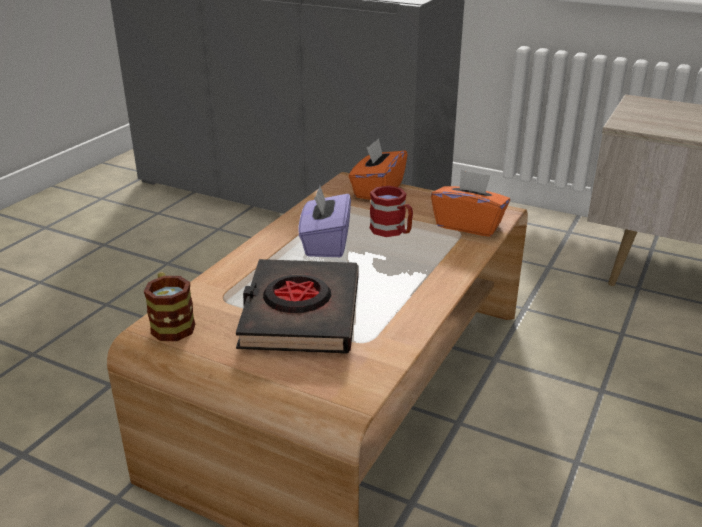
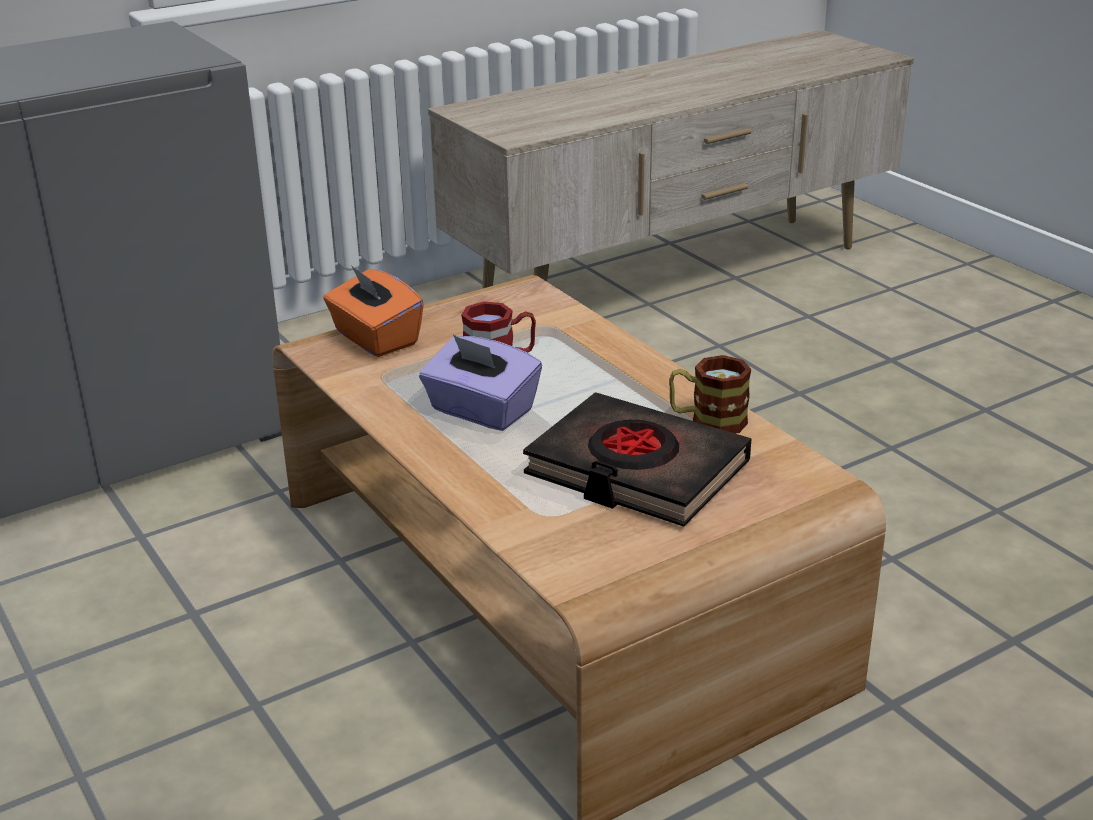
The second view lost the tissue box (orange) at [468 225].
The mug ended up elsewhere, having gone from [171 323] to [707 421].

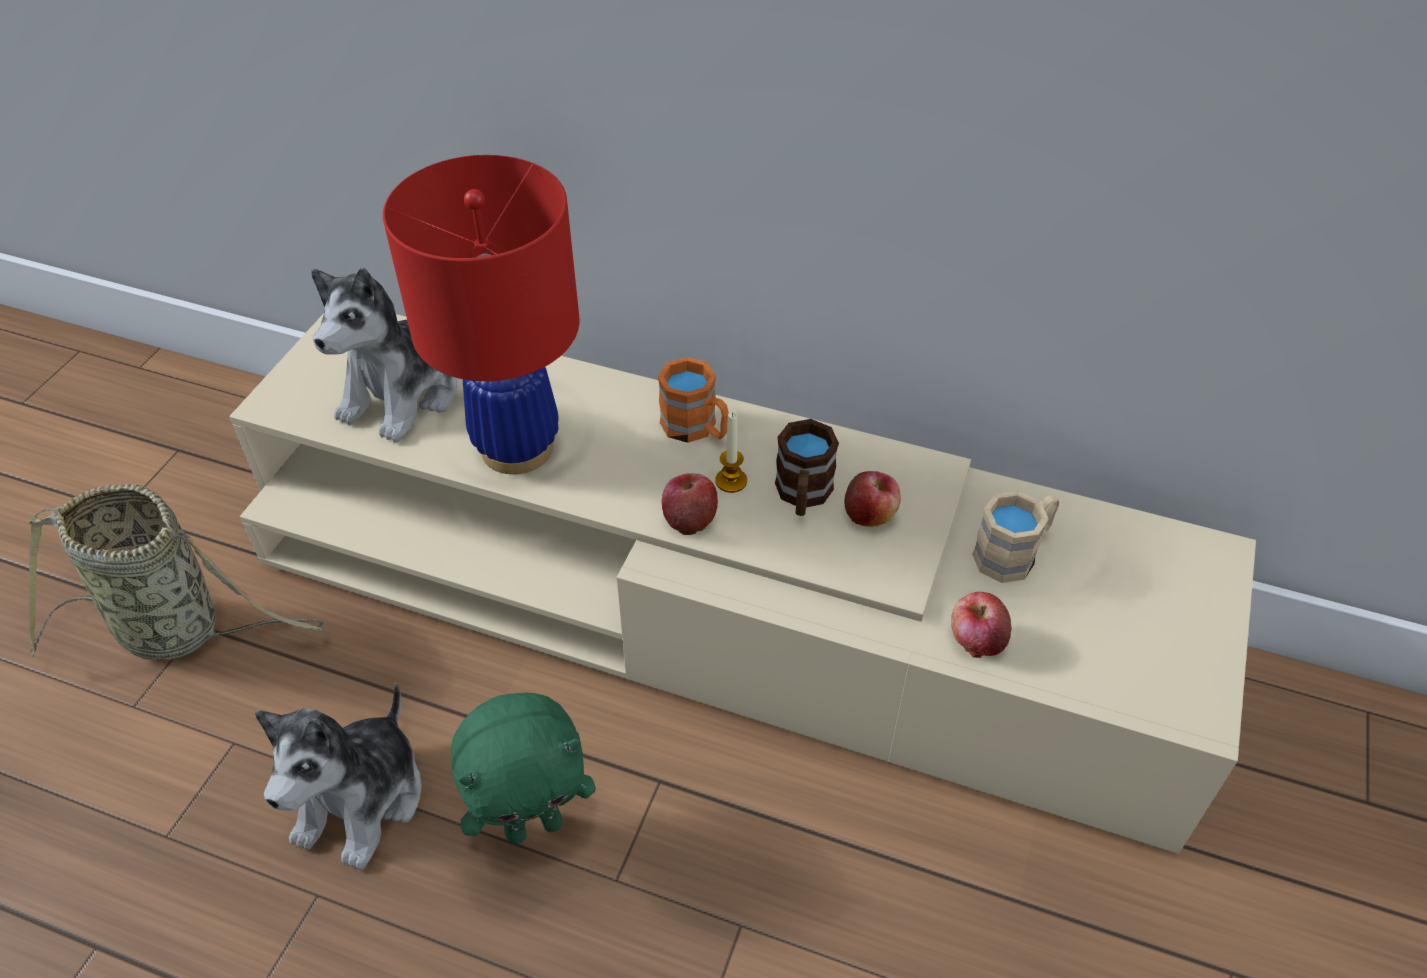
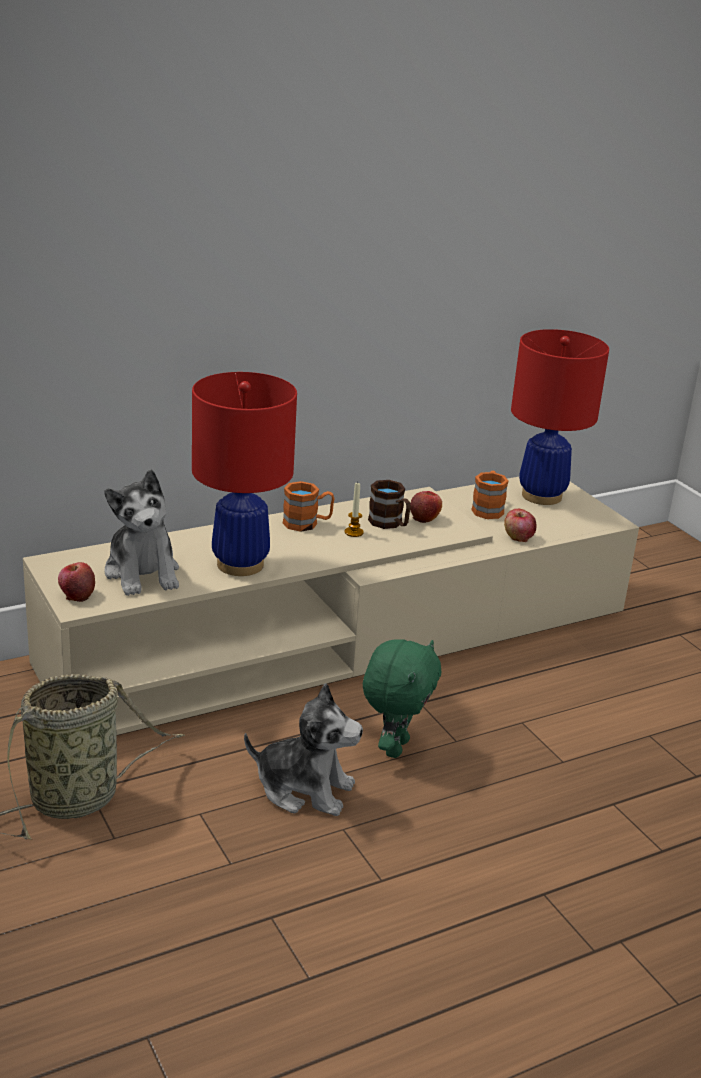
The second view gained the table lamp (red) at [542 496].
The apple ended up elsewhere, having gone from [689 518] to [77 594].
What was the mug (beige) at [1013 553] turned into the mug (orange) at [488 508].
The plush toy at [362 800] ended up facing another way, 45 degrees counterclockwise from before.

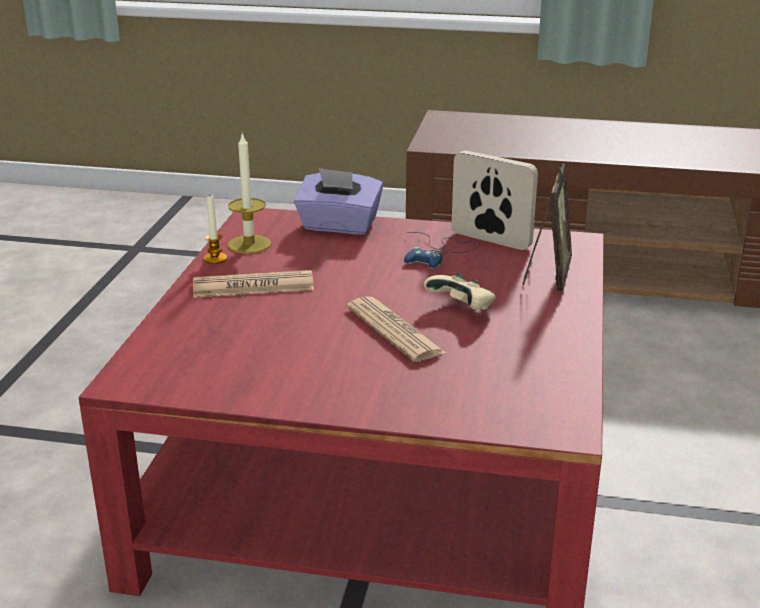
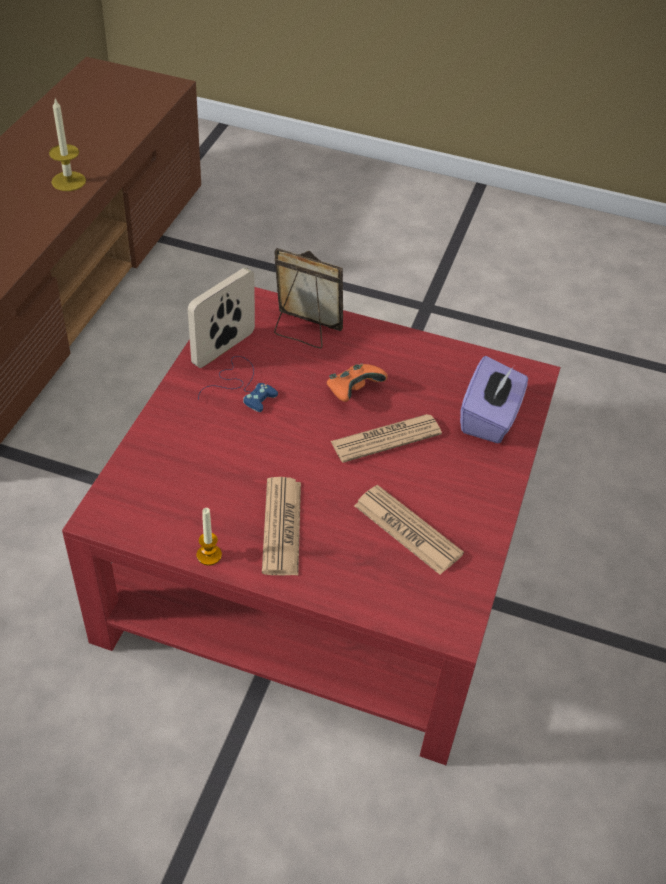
The second view gained the newspaper at [407 530].
The candle ended up elsewhere, having gone from [249 244] to [68 181].
The tissue box (purple) ended up elsewhere, having gone from [339 226] to [489 418].
What was the game controller (beige) at [462 308] turned into the game controller (orange) at [353 391].

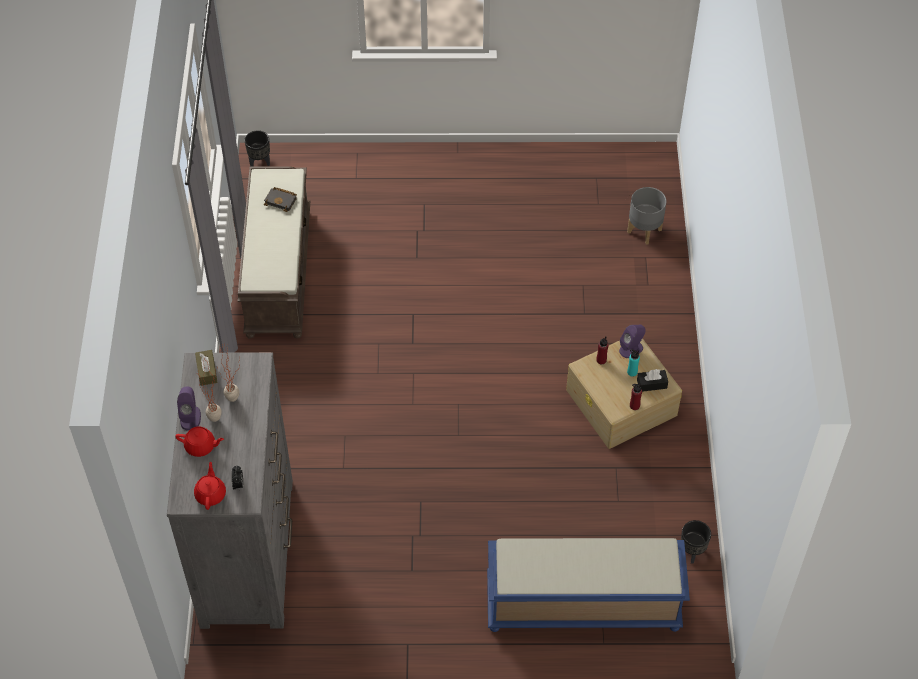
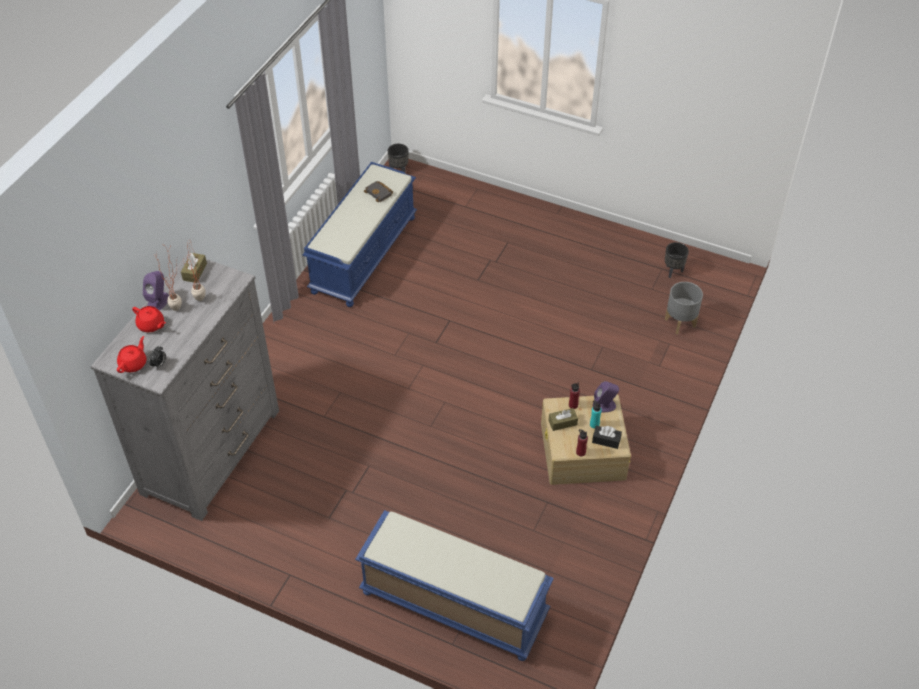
The second view gained the tissue box (brown) at [562 422].
The planter (black) ended up elsewhere, having gone from [691 552] to [672 271].
What was the bench (brown) at [277 272] turned into the bench (blue) at [363 253].

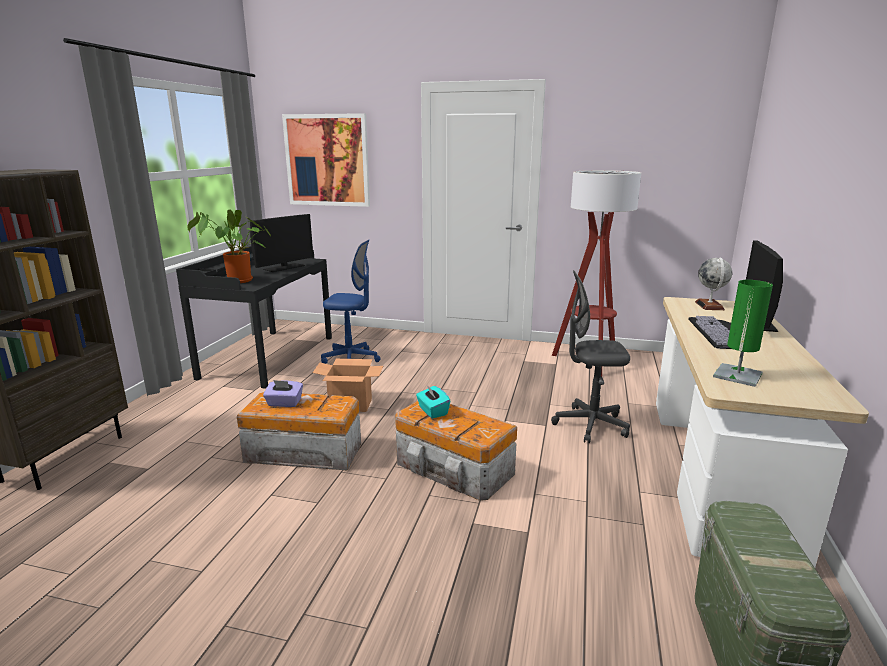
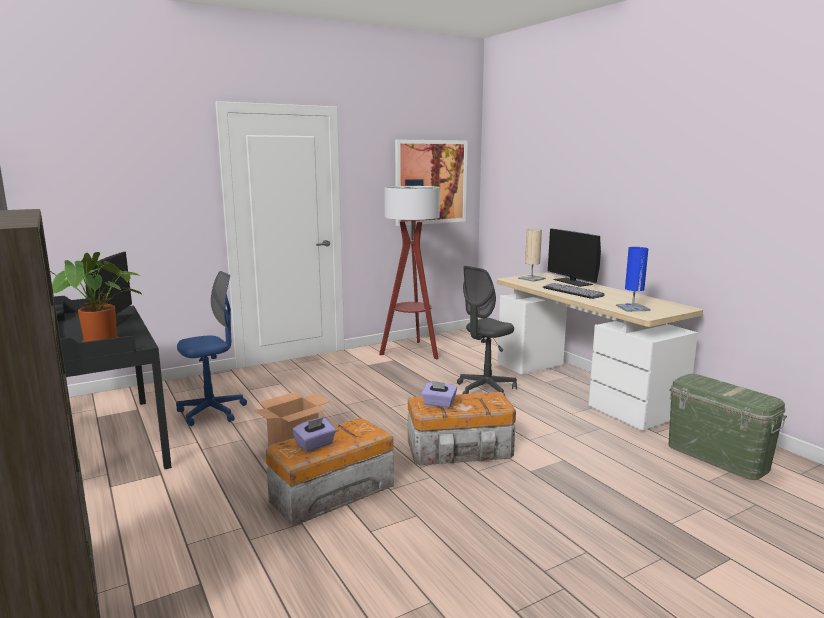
The picture ended up elsewhere, having gone from [327 160] to [431 182].
Where the globe stood at [709 306], the table lamp (beige) came to stand at [531 278].
What was the tissue box (turquoise) at [432 411] turned into the tissue box (purple) at [438 404].
What was the table lamp (green) at [737 375] turned into the table lamp (blue) at [632 308].

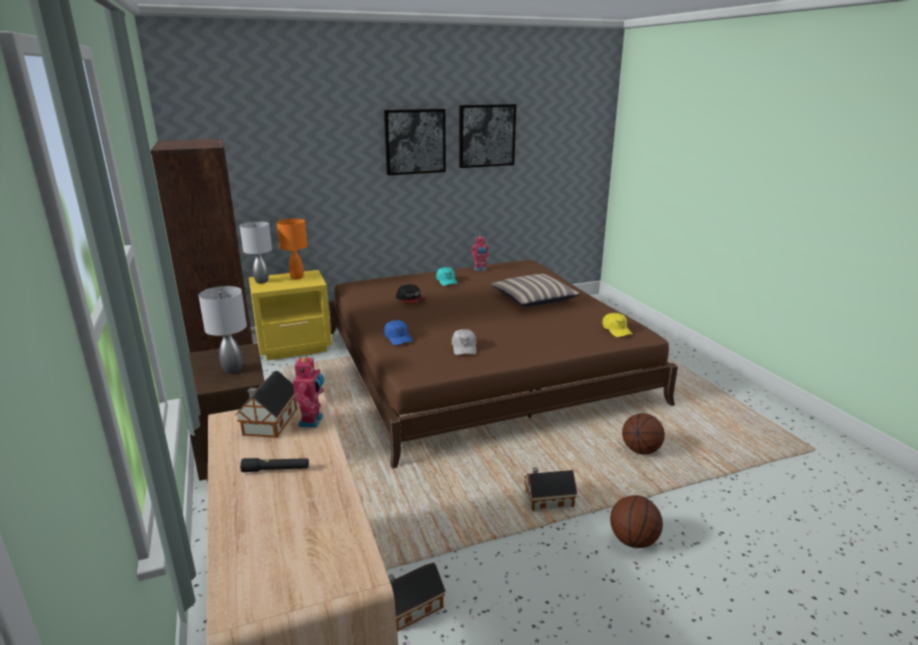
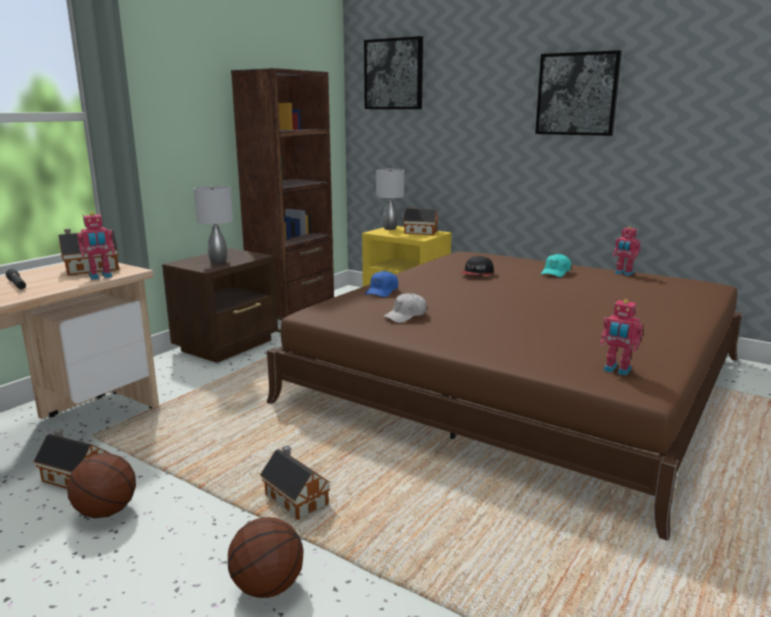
The second view lost the pillow at [534 299].
The picture ended up elsewhere, having gone from [486 135] to [394 74].
The basketball ended up elsewhere, having gone from [640 450] to [107 511].
Where the table lamp (orange) stood at [296 277], the toy house came to stand at [419 232].
Where the cap (yellow) stood at [616 330], the toy robot came to stand at [616 370].

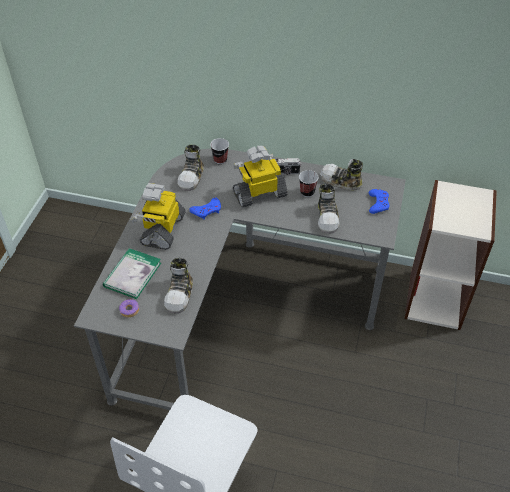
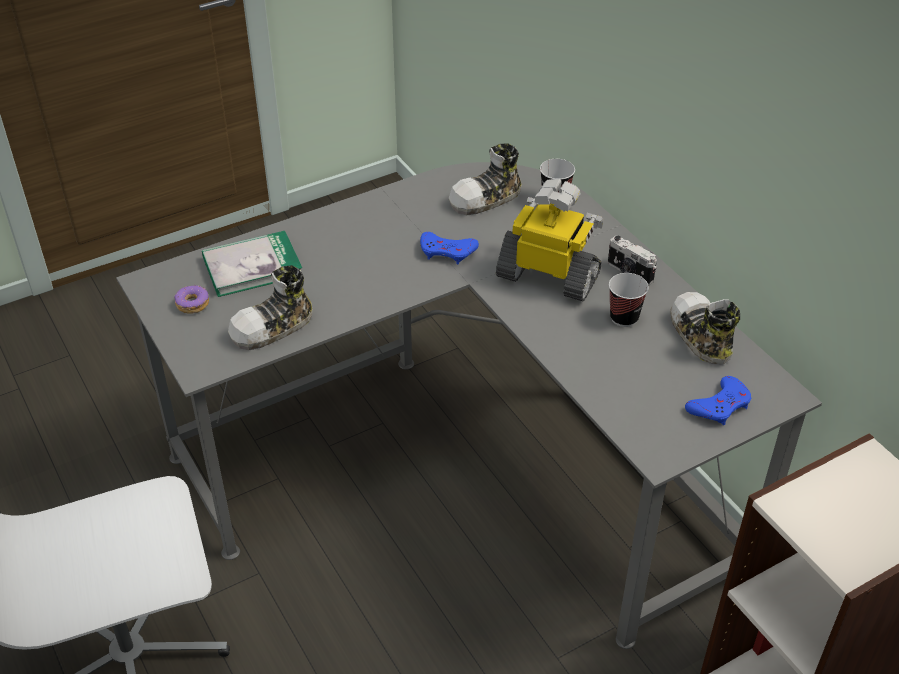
The second view lost the toy robot at [162 229].
The second view lost the shoe at [328 217].

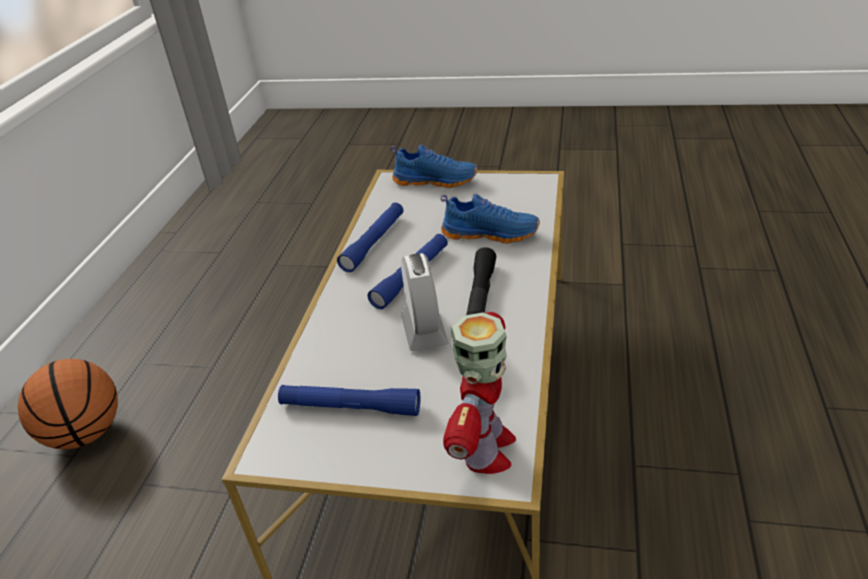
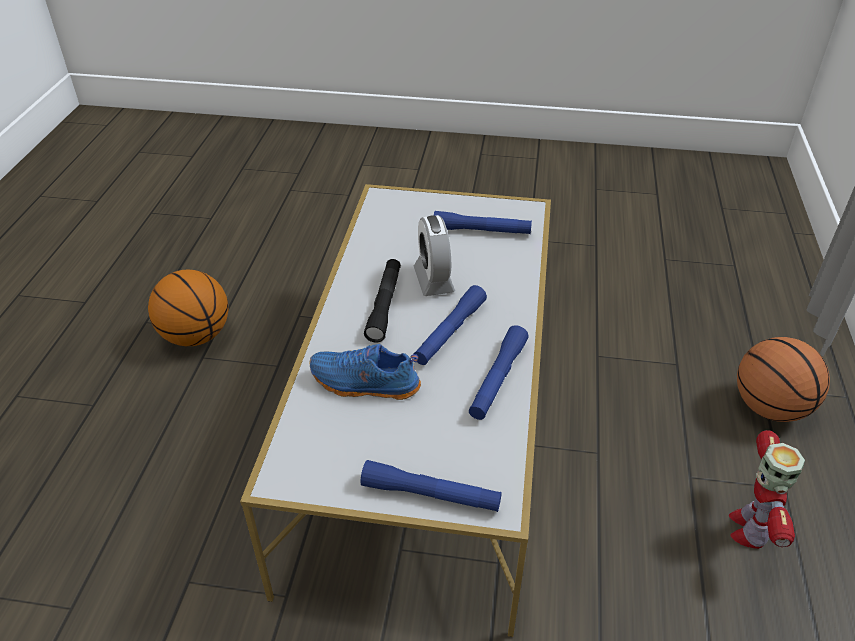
The second view gained the basketball at [196 335].
The toy robot ended up elsewhere, having gone from [487 450] to [749 527].
Where the shoe (blue) stood at [435 180], the flashlight (blue) came to stand at [430 494].

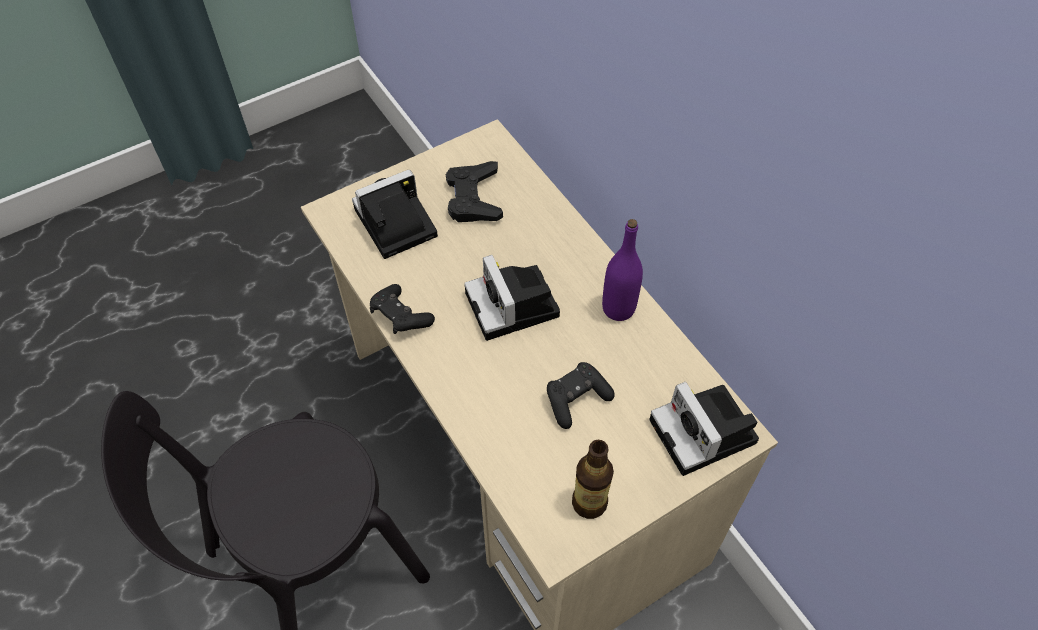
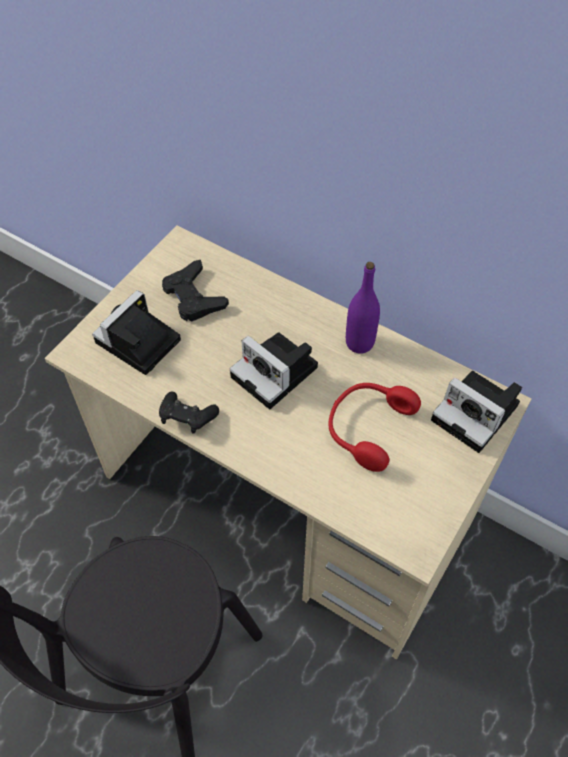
The second view lost the bottle at [589 503].
Where the game controller (black) stood at [576 399], the headphones (red) came to stand at [367 427].

